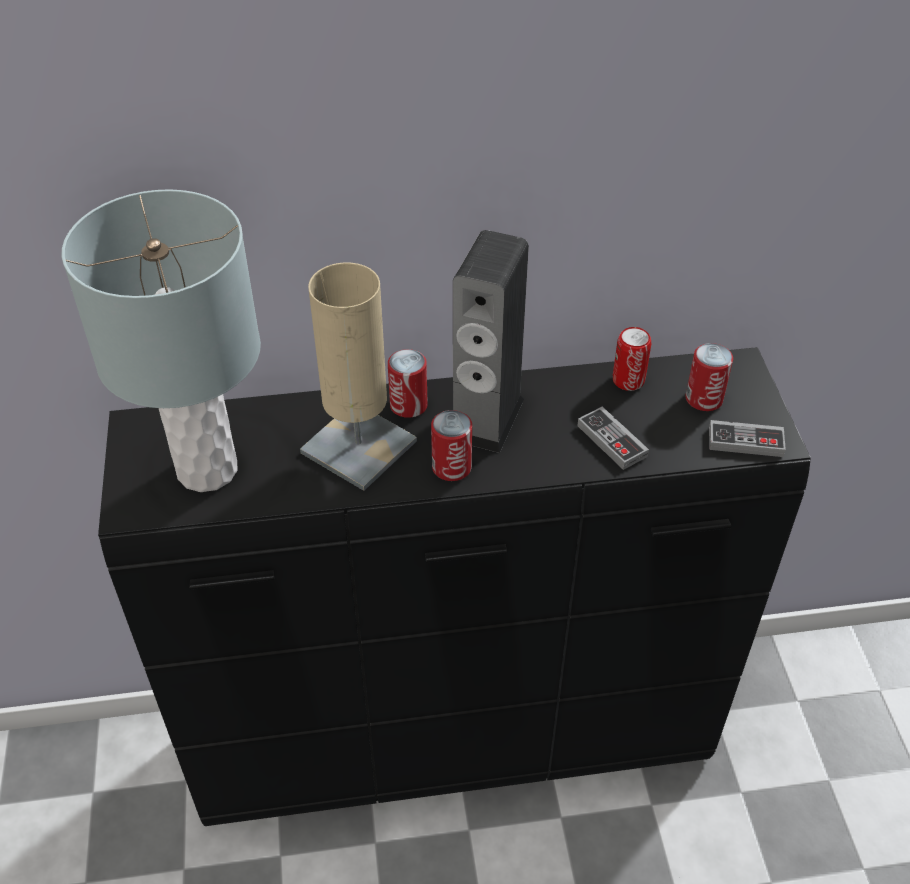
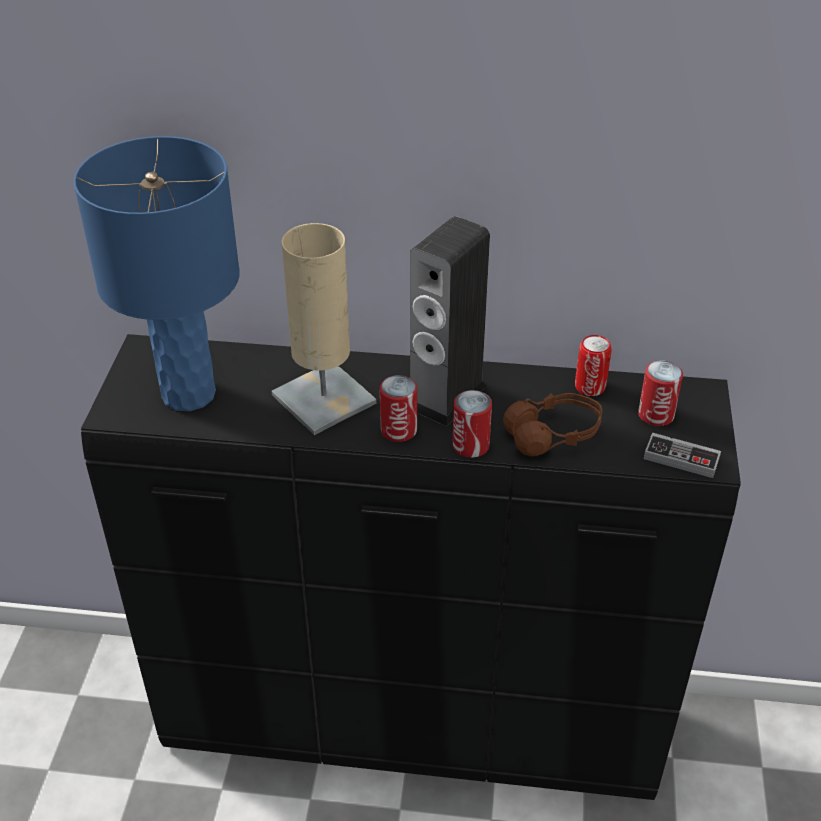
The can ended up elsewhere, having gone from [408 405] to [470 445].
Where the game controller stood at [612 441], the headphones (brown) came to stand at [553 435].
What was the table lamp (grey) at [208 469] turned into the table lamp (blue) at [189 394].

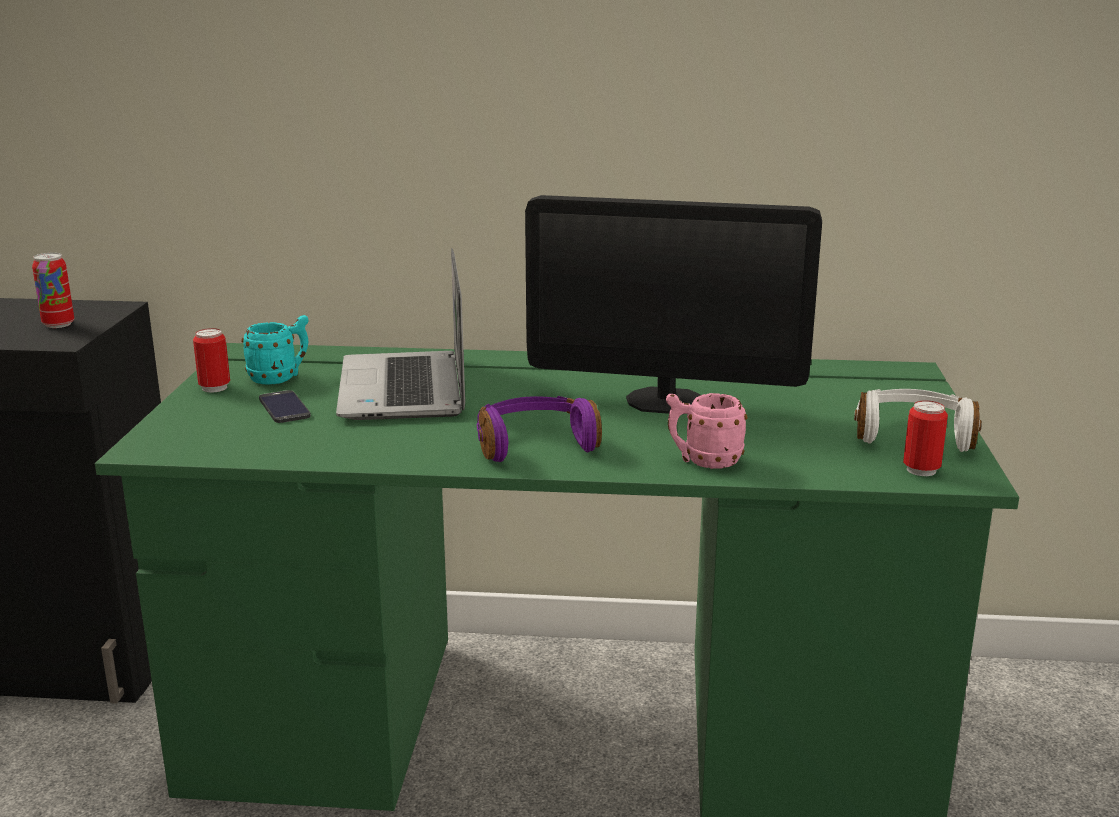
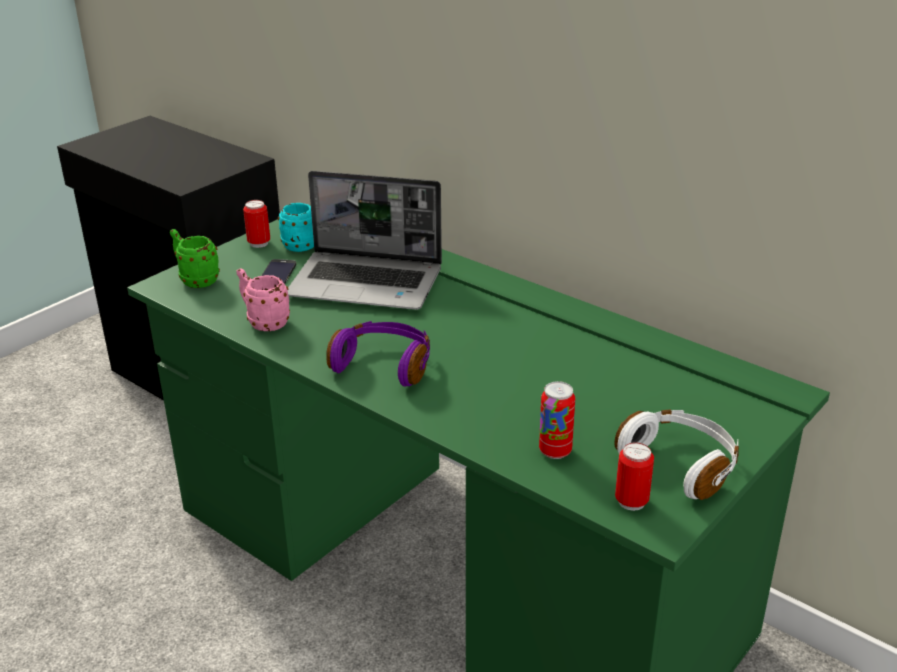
The second view lost the monitor at [665 401].
The second view gained the mug (green) at [195 280].
The can ended up elsewhere, having gone from [58 324] to [555 451].
The mug (pink) ended up elsewhere, having gone from [703 461] to [263 322].
The laptop at [405 390] ended up facing another way, 105 degrees counterclockwise from before.

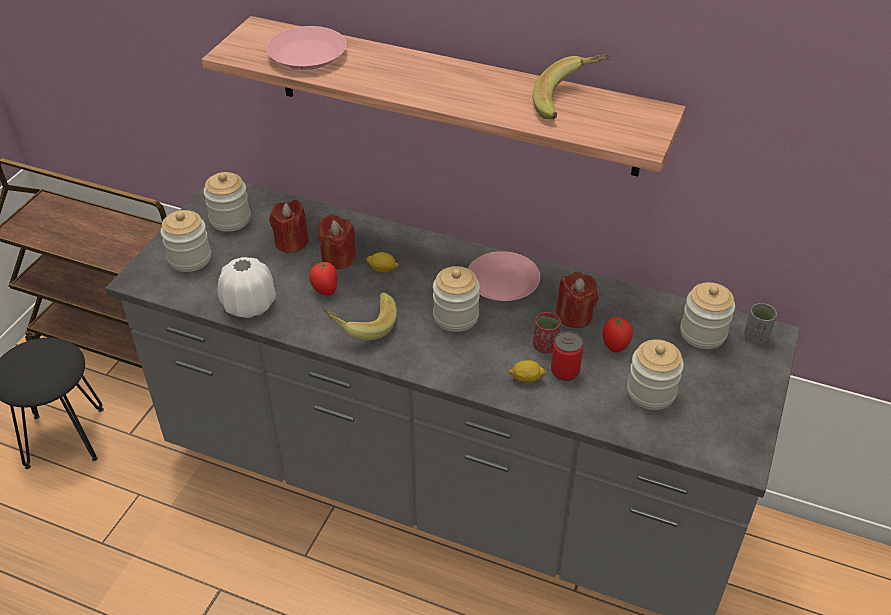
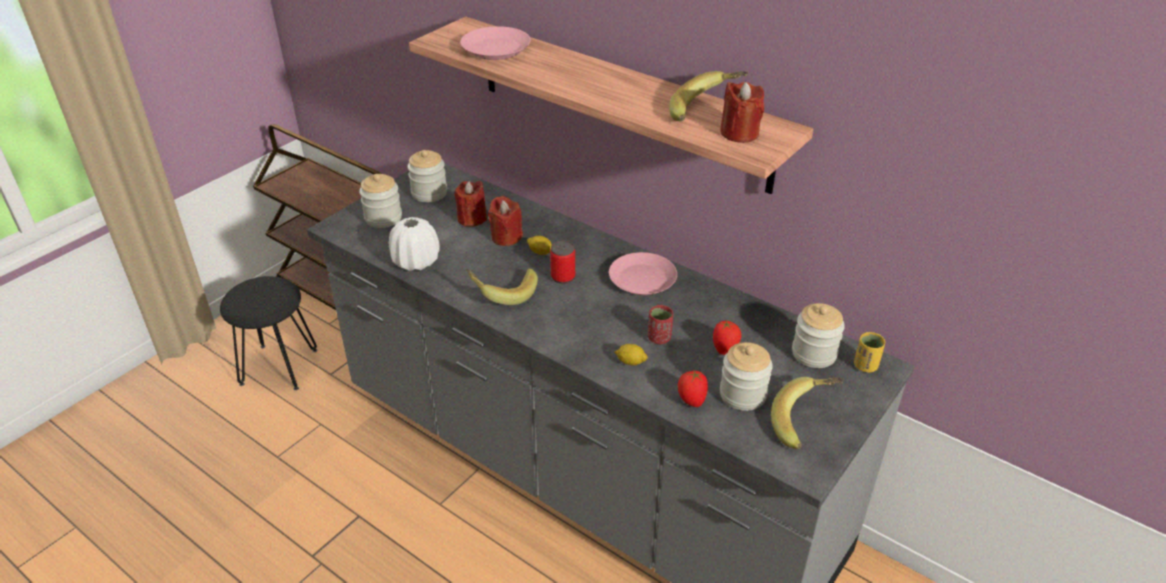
The second view lost the jar at [456 316].
The second view gained the banana at [806 423].
The tomato ended up elsewhere, having gone from [325 291] to [691 401].
The can ended up elsewhere, having gone from [565 371] to [563 277].
The candle (red) ended up elsewhere, having gone from [574 316] to [739 133].
What was the cup (grey) at [756 337] turned into the cup (yellow) at [865 366].

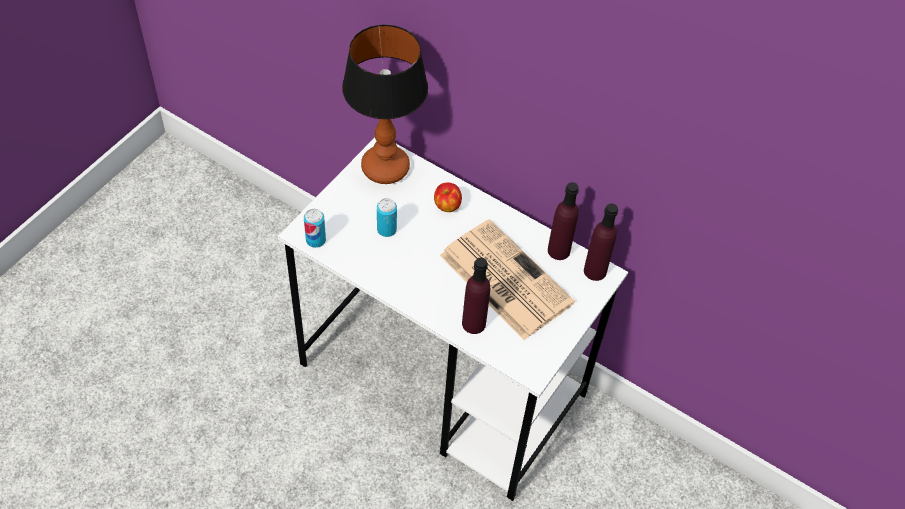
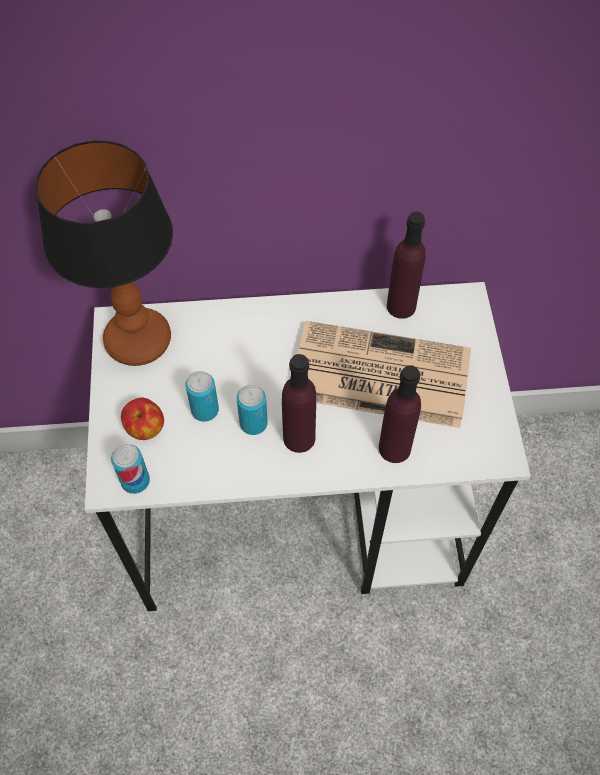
The second view gained the can at [253 423].
The apple ended up elsewhere, having gone from [447 206] to [145 429].
The bottle (purple) ended up elsewhere, having gone from [595 271] to [299 438].

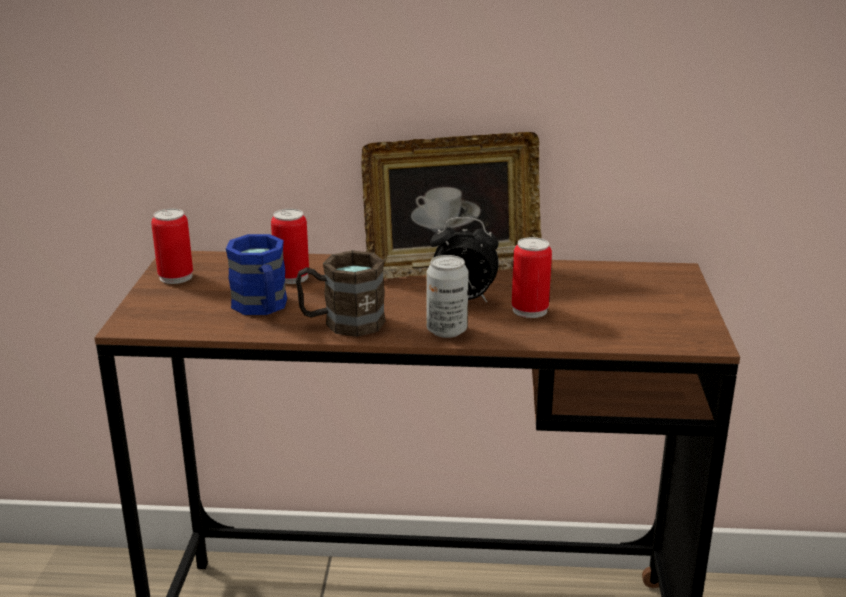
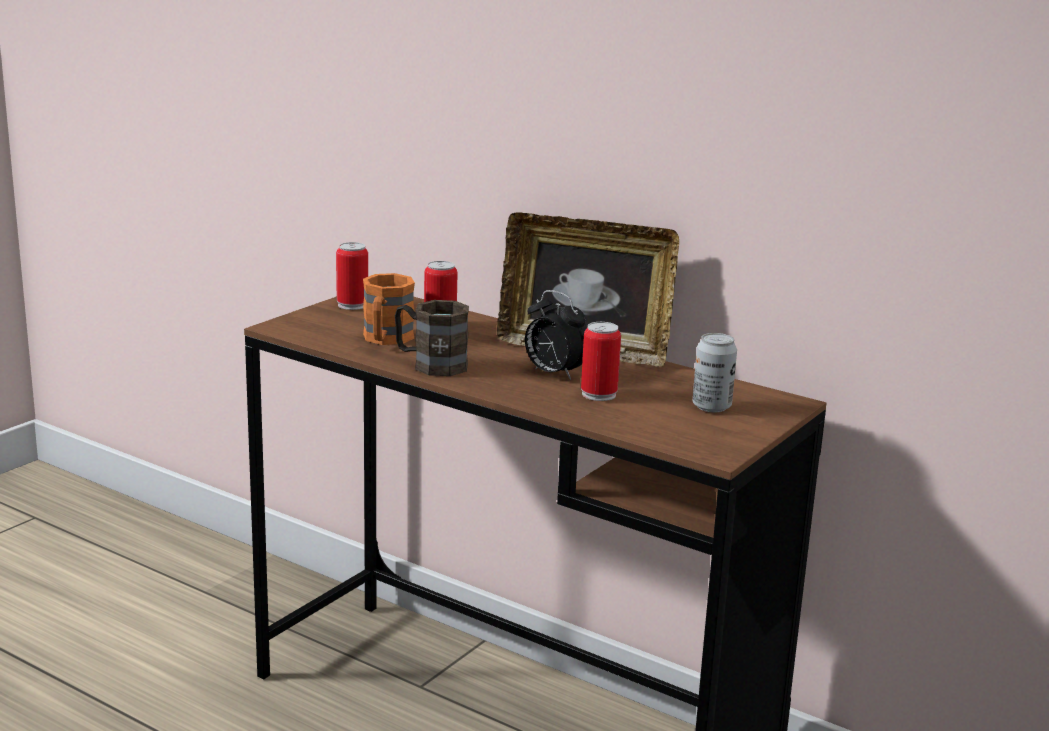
The can ended up elsewhere, having gone from [446 330] to [711 406].
What was the mug (blue) at [262 308] turned into the mug (orange) at [385 340].

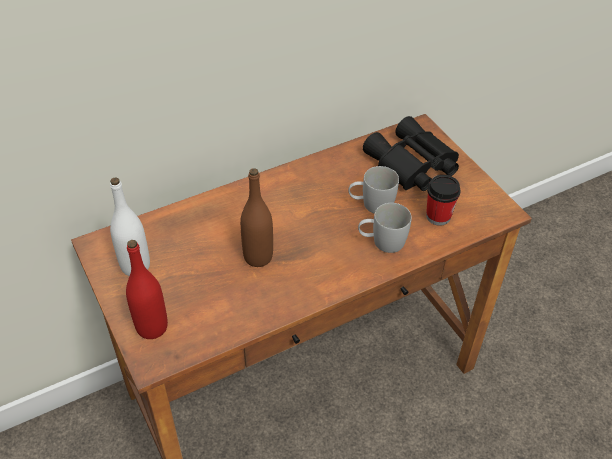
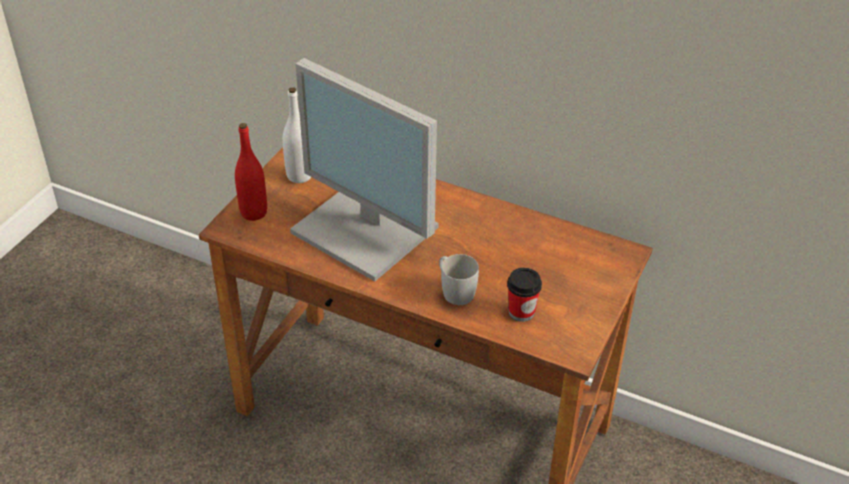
The second view lost the mug (white) at [371 204].
The second view lost the binoculars (black) at [411 165].
Where the bottle (brown) stood at [258 257], the monitor came to stand at [368 230].

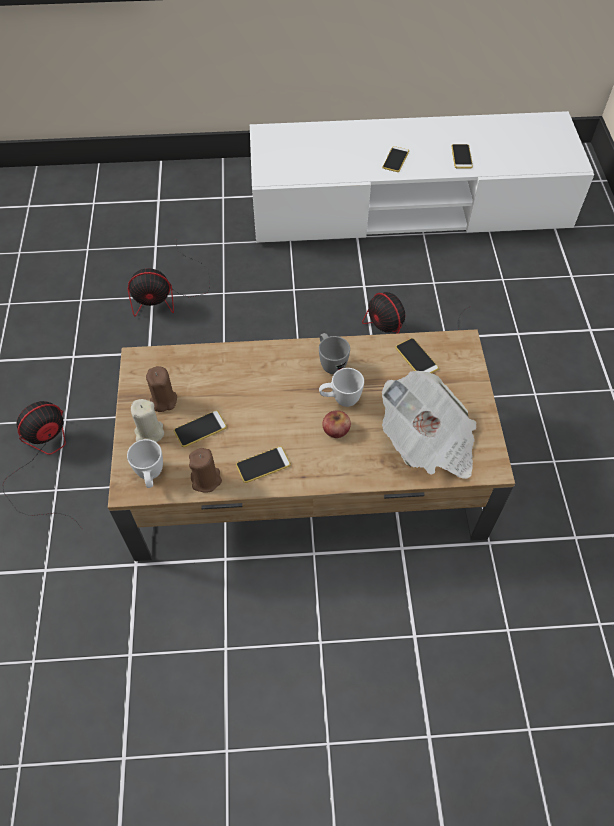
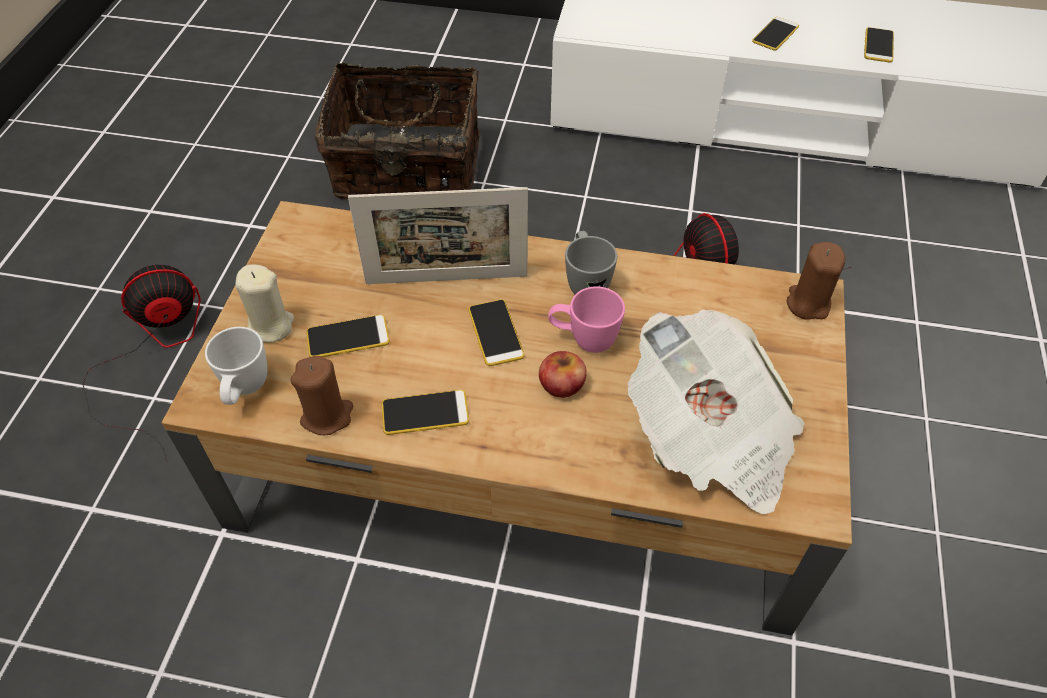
The second view gained the picture frame at [446 279].
The candle (brown) ended up elsewhere, having gone from [163 400] to [807 303].
The phone ended up elsewhere, having gone from [416 358] to [495 333].
Where the fan stood at [168 294], the basket came to stand at [407 170].
What was the mug (white) at [340 400] turned into the mug (pink) at [583 340].

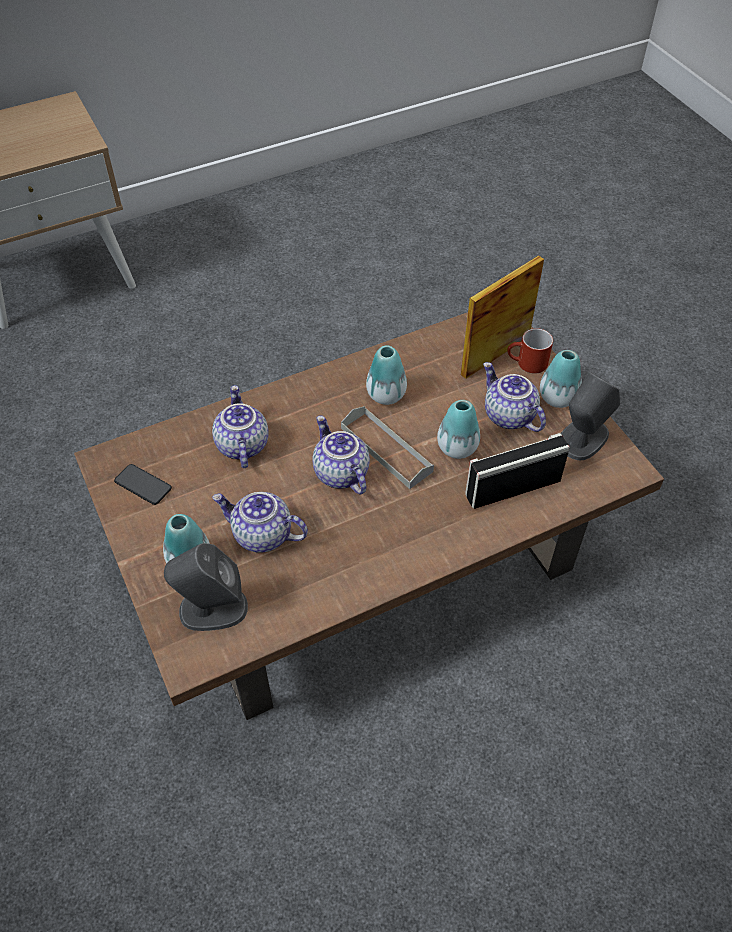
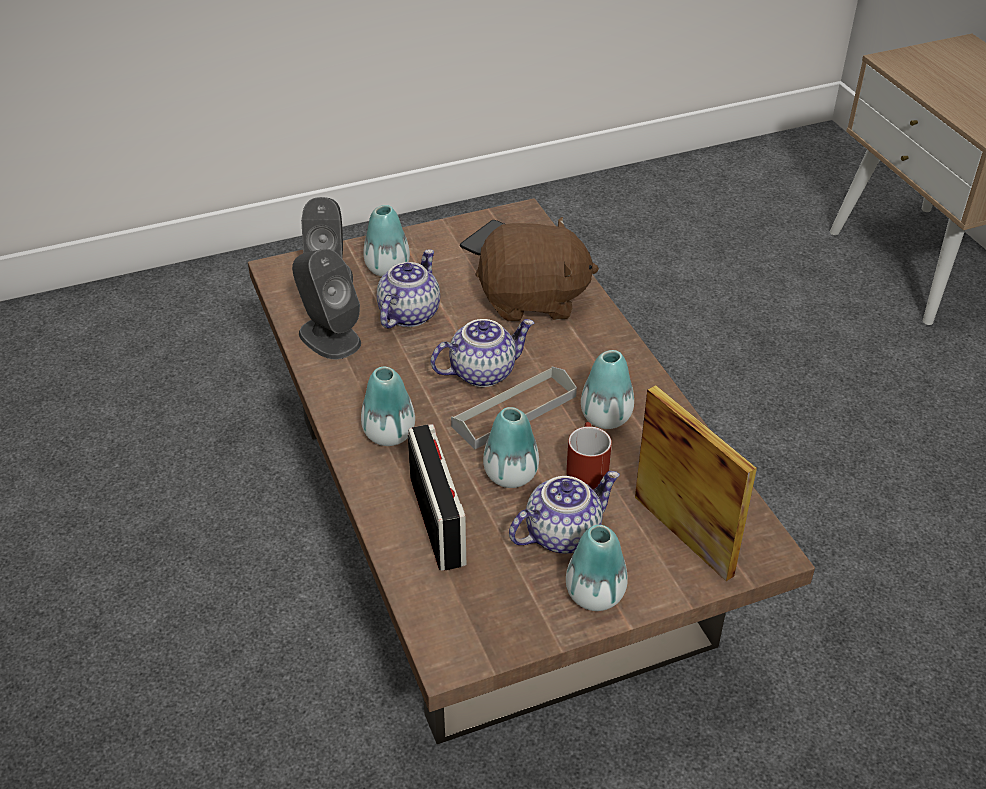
The second view gained the vase at [389 434].
The mug (red) ended up elsewhere, having gone from [526 364] to [585 468].
The speaker (grey) ended up elsewhere, having gone from [582 438] to [329 337].
Where the teapot stood at [241 445], the plush toy (brown) came to stand at [533 300].

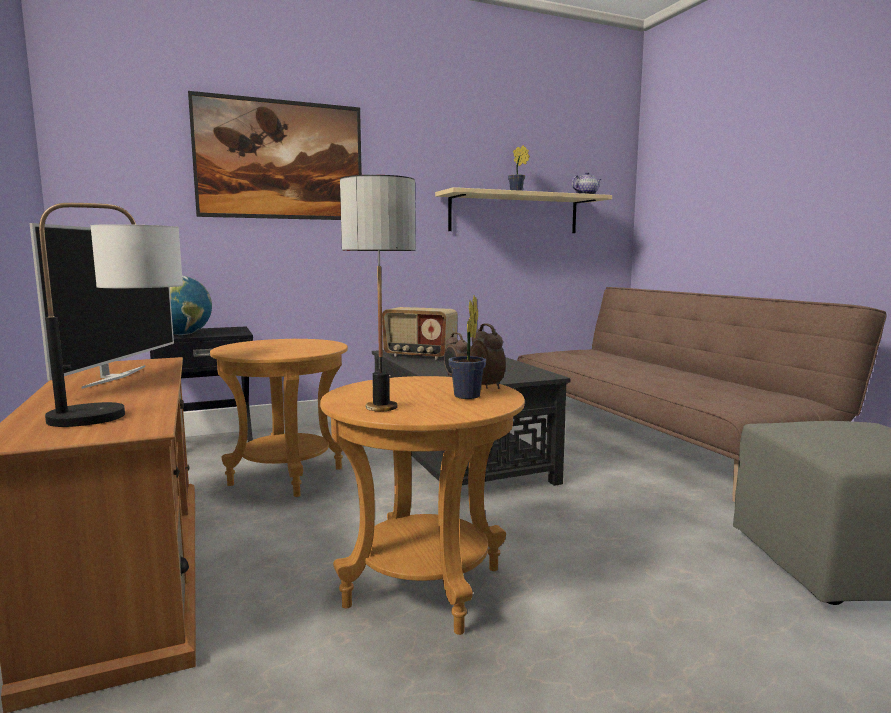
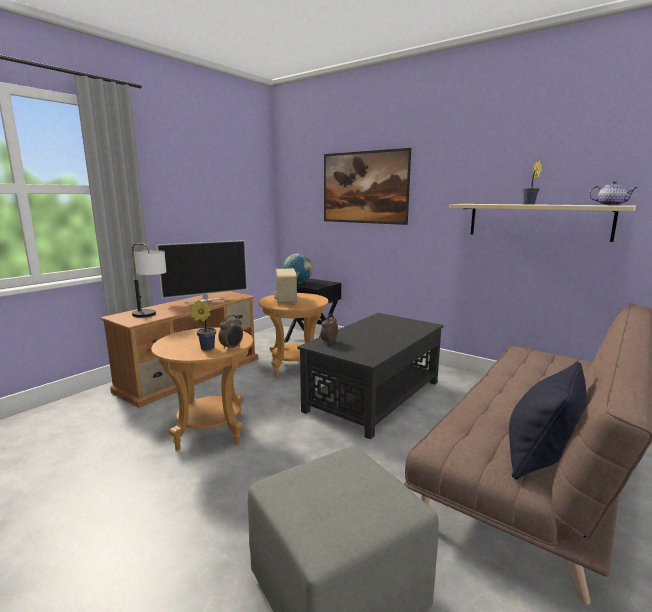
The second view lost the table lamp at [382 407].
The second view gained the pillow (black) at [539 458].
The radio ended up elsewhere, having gone from [419 356] to [285 300].

